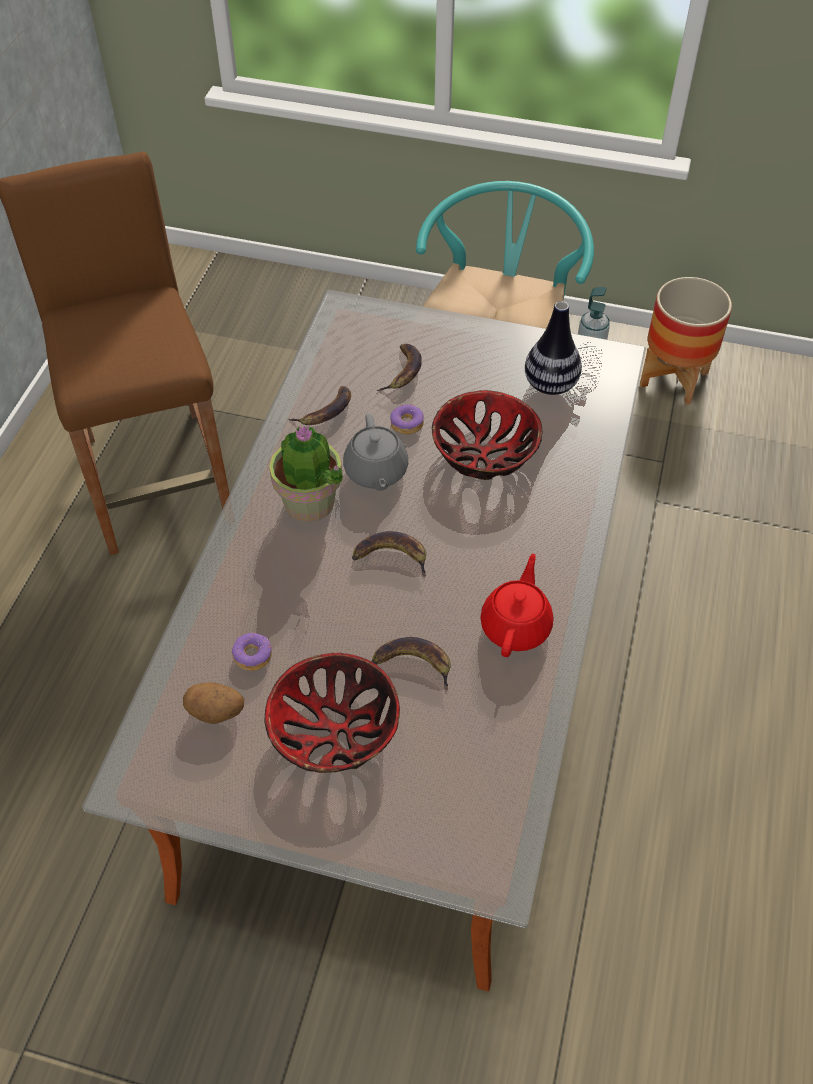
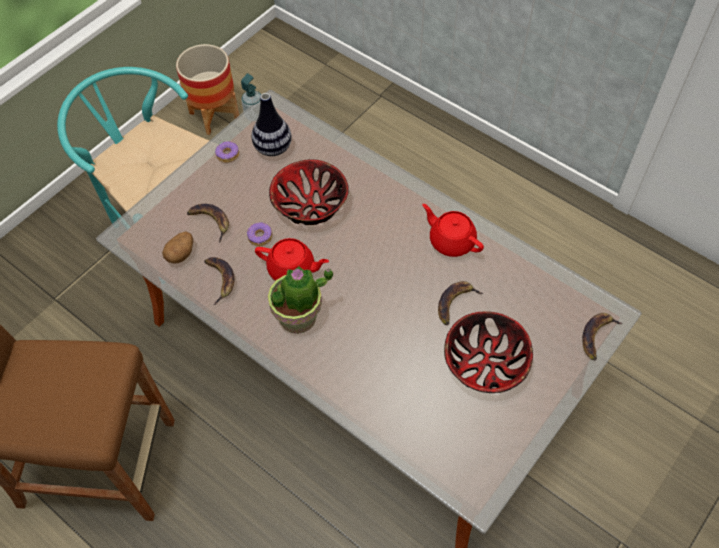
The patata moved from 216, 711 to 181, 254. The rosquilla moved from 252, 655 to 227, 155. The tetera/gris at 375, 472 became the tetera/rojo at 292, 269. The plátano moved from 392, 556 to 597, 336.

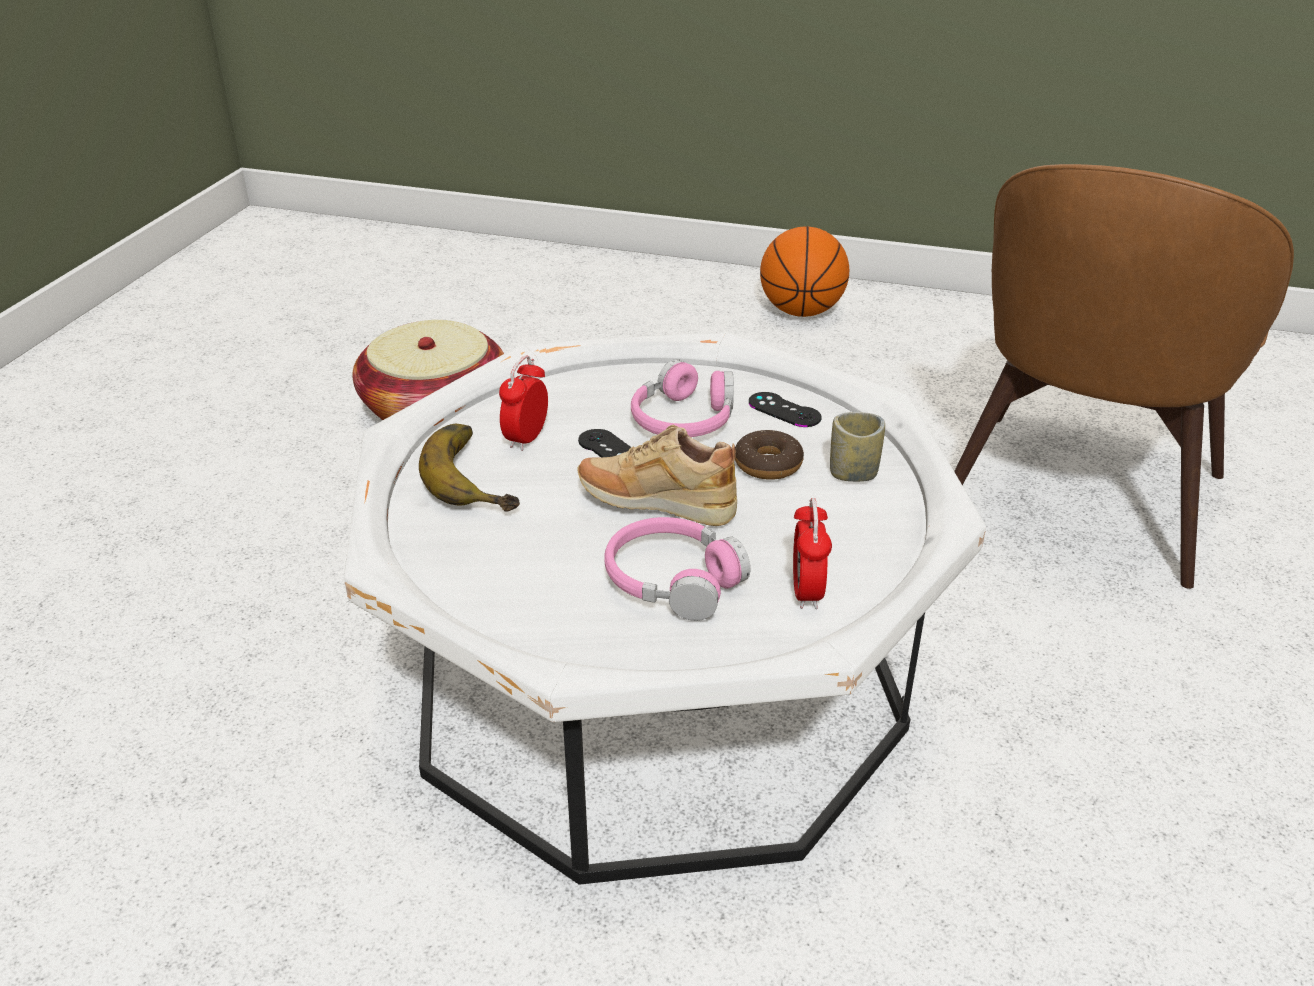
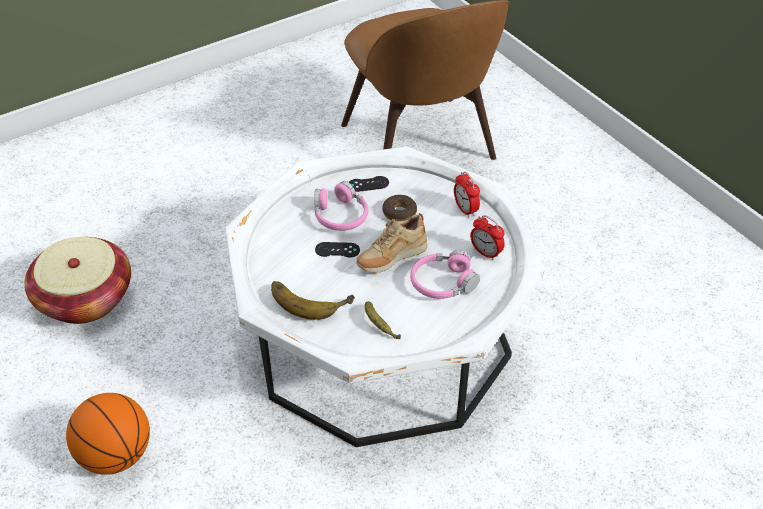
The despertador moved from 526, 438 to 465, 210. The balón de baloncesto moved from 801, 312 to 116, 455. The taza at 853, 473 disappeared. The plátano at 379, 325 appeared.

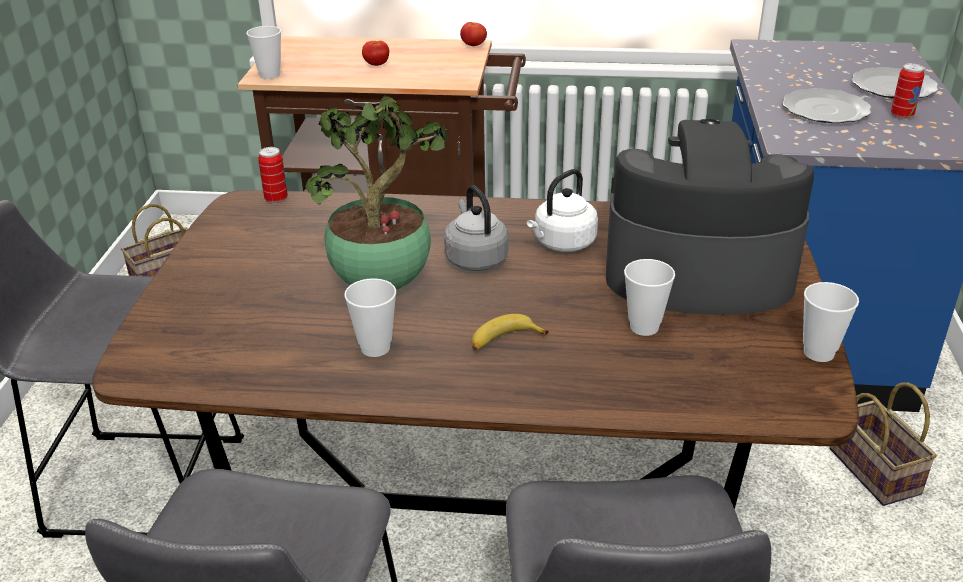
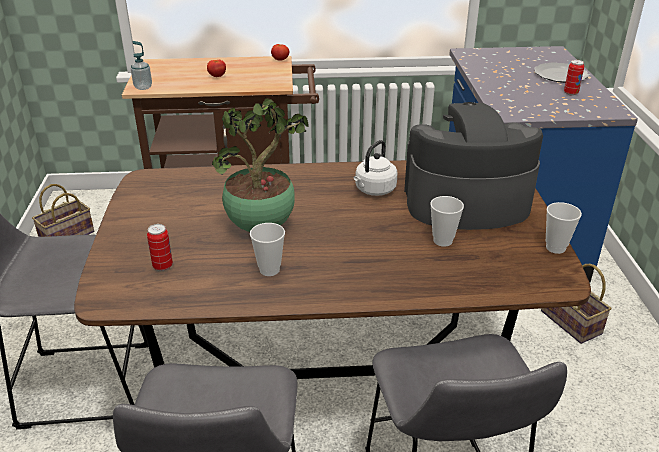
The taza at 269, 75 was replaced by the dispensador de jabón at 143, 87. The lata moved from 276, 199 to 163, 266. The hervidor/gris at 475, 258 disappeared. The plátano at 504, 341 disappeared. The plato at 825, 110 disappeared.

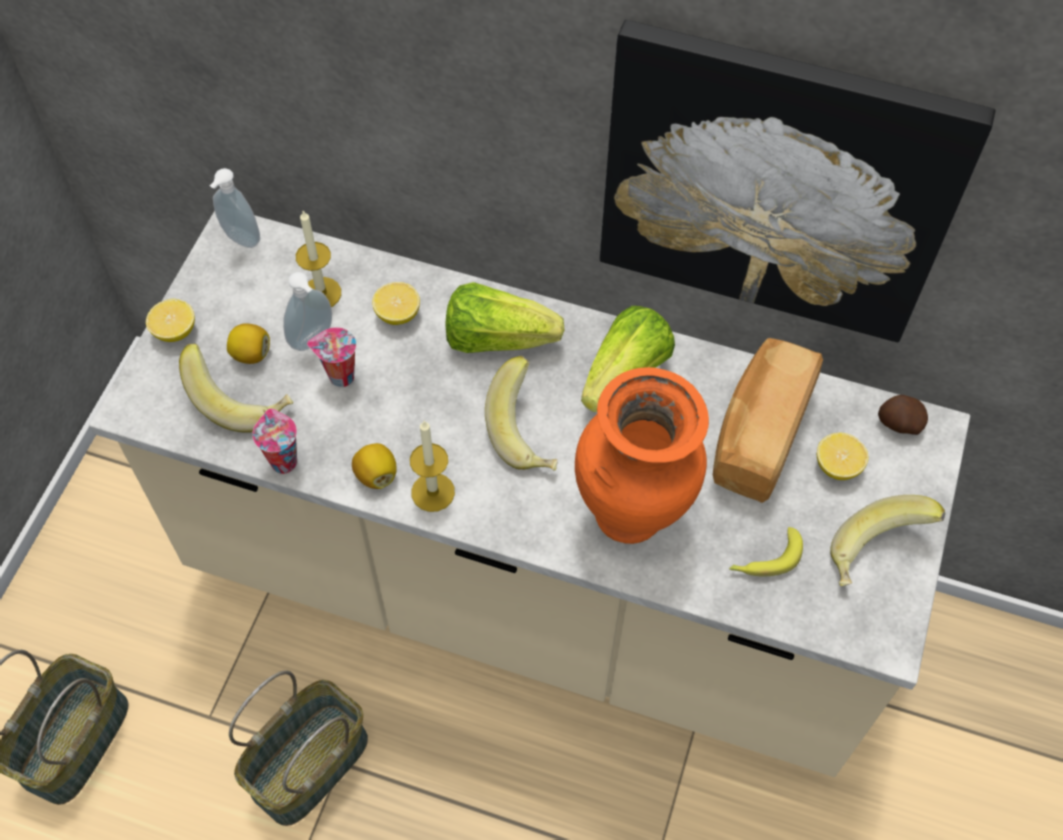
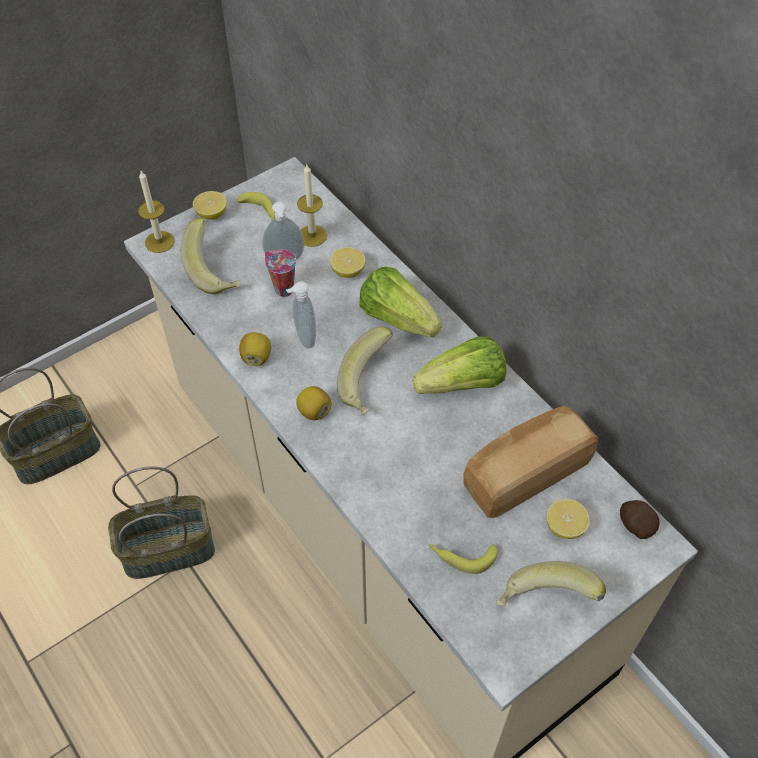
The dispensador de jabón moved from 240, 240 to 304, 338. The limón moved from 251, 354 to 314, 411. The taza at 282, 460 disappeared. The vela moved from 433, 492 to 159, 242. The florero/naranja at 631, 517 disappeared. The cuadro at 776, 185 disappeared. The plátano at 260, 212 appeared.

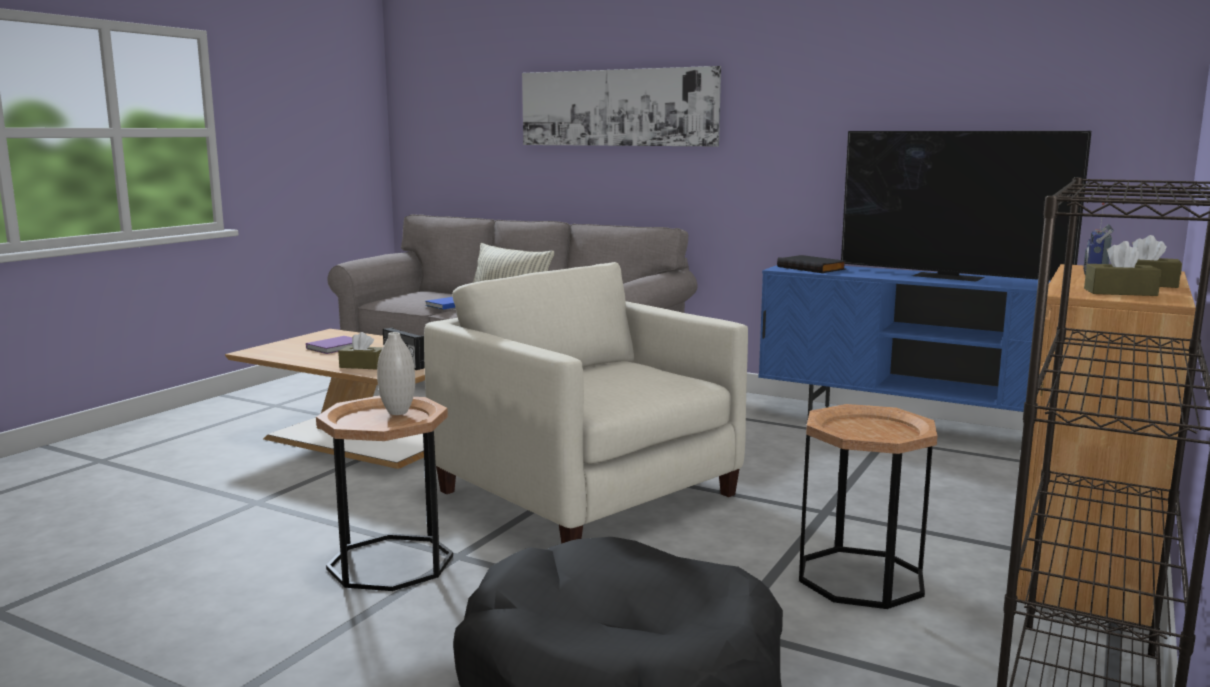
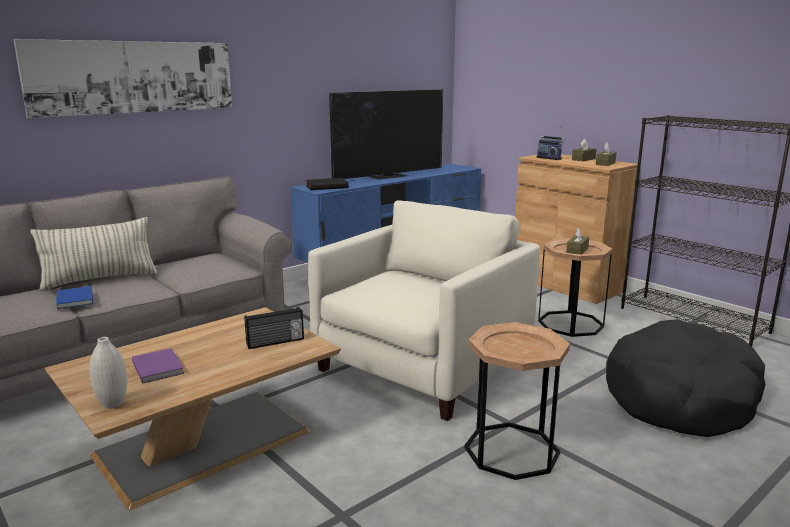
The caja de pañuelos/marrón moved from 362, 366 to 577, 250. The florero/blanco moved from 398, 412 to 113, 404. The sillón/beis at 587, 493 turned 150 degrees clockwise.

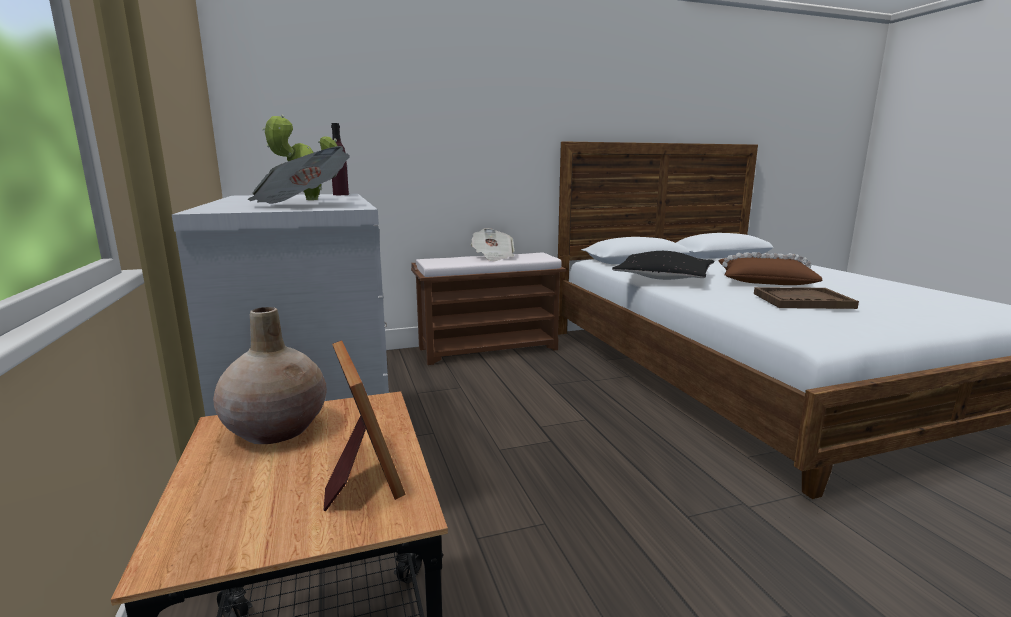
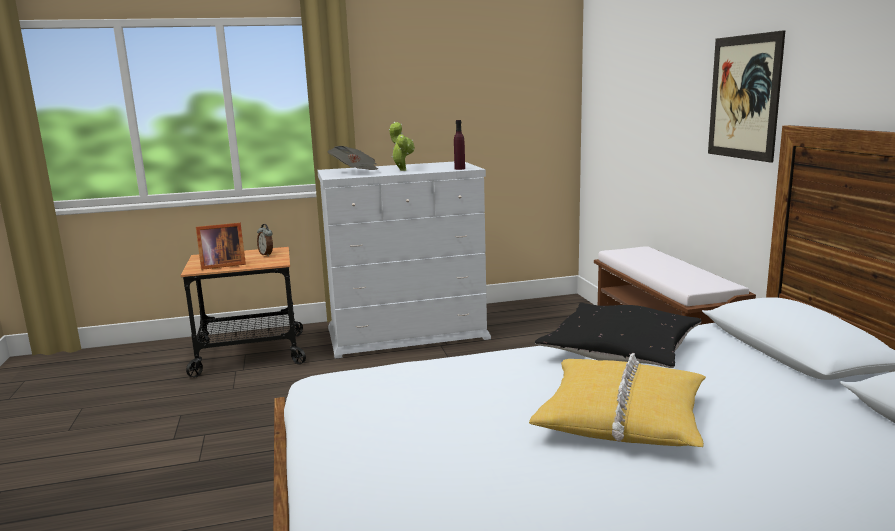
The florero/beis at 277, 429 was replaced by the despertador at 267, 254. The periódico at 493, 257 disappeared. The cojín/marrón at 763, 280 became the cojín/amarillo at 622, 417. The bandeja/marrón at 802, 301 disappeared. The cuadro at 744, 97 appeared.

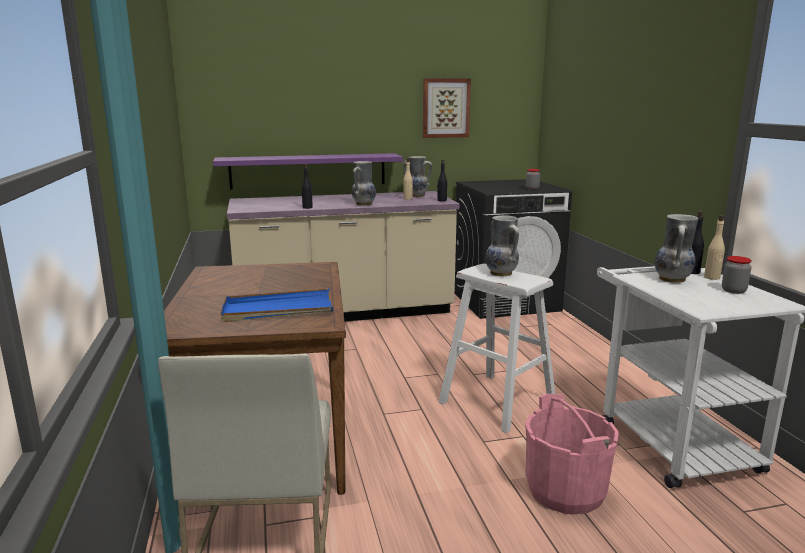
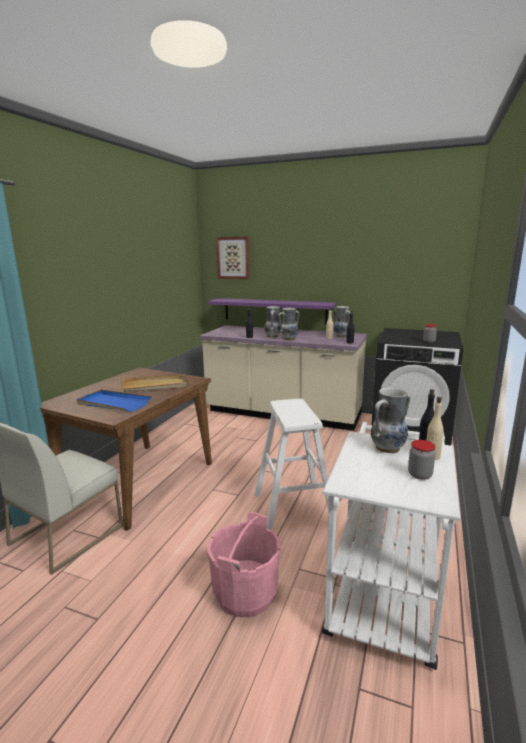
The cuadro moved from 445, 108 to 233, 258. The florero moved from 501, 273 to 273, 336. The bandeja/beis at 155, 386 appeared.

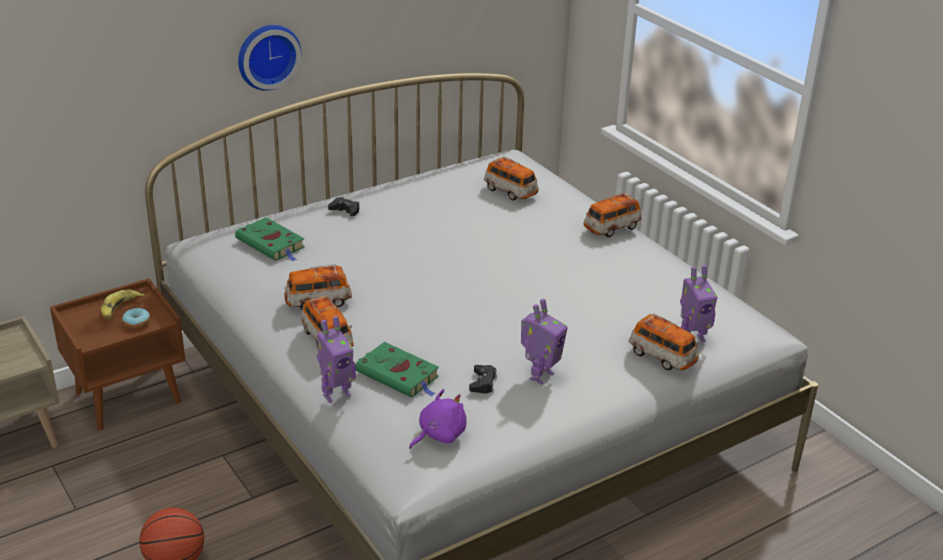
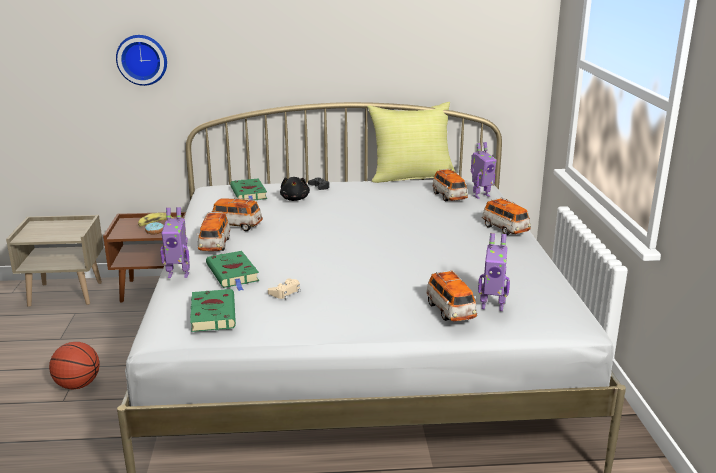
The reloj de pared moved from 267, 55 to 142, 59. The peluche/morado at 439, 435 was replaced by the libro/verde at 212, 313. The mando de consola/negro at 483, 383 became the mando de consola/beis at 285, 292. The robot de juguete moved from 540, 375 to 480, 196. The coche de juguete at 611, 228 turned 120 degrees counterclockwise. The peluche/negro at 295, 199 appeared. The cojín/amarillo at 412, 177 appeared.

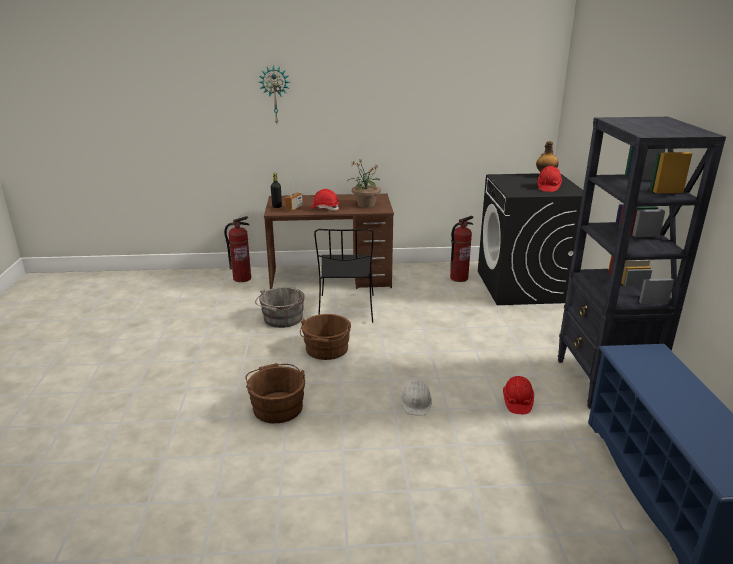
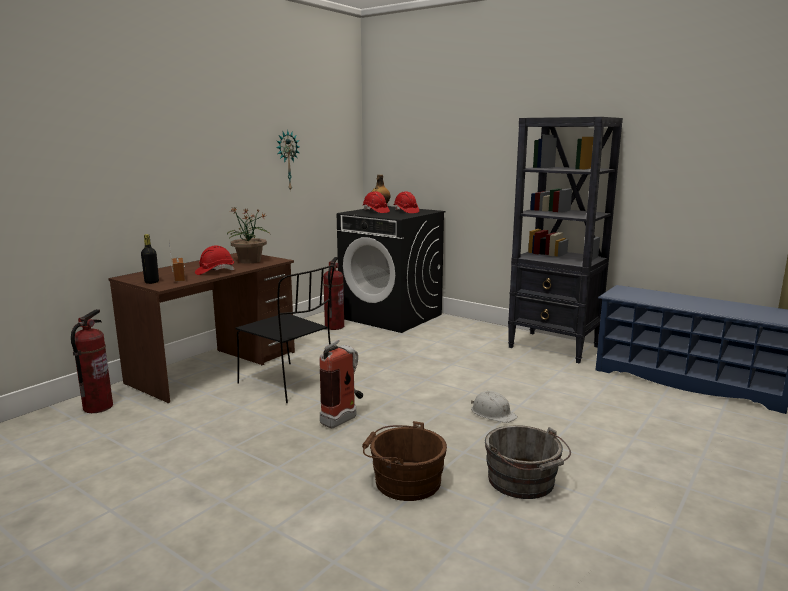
The cubo/gris moved from 282, 319 to 523, 482. The reloj de pared moved from 275, 95 to 287, 160. The cubo/marrón at 326, 350 was replaced by the extintor at 344, 418. The casco/rojo moved from 517, 402 to 375, 211.

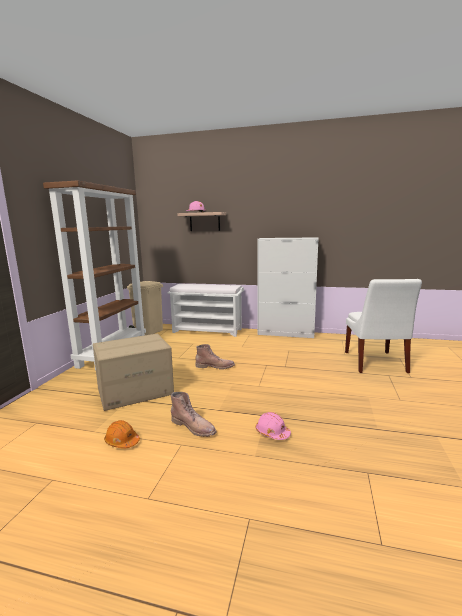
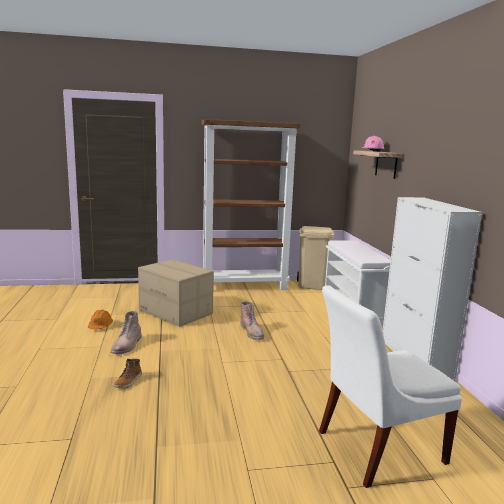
The casco/rosa at 272, 433 was replaced by the bota at 128, 381.

